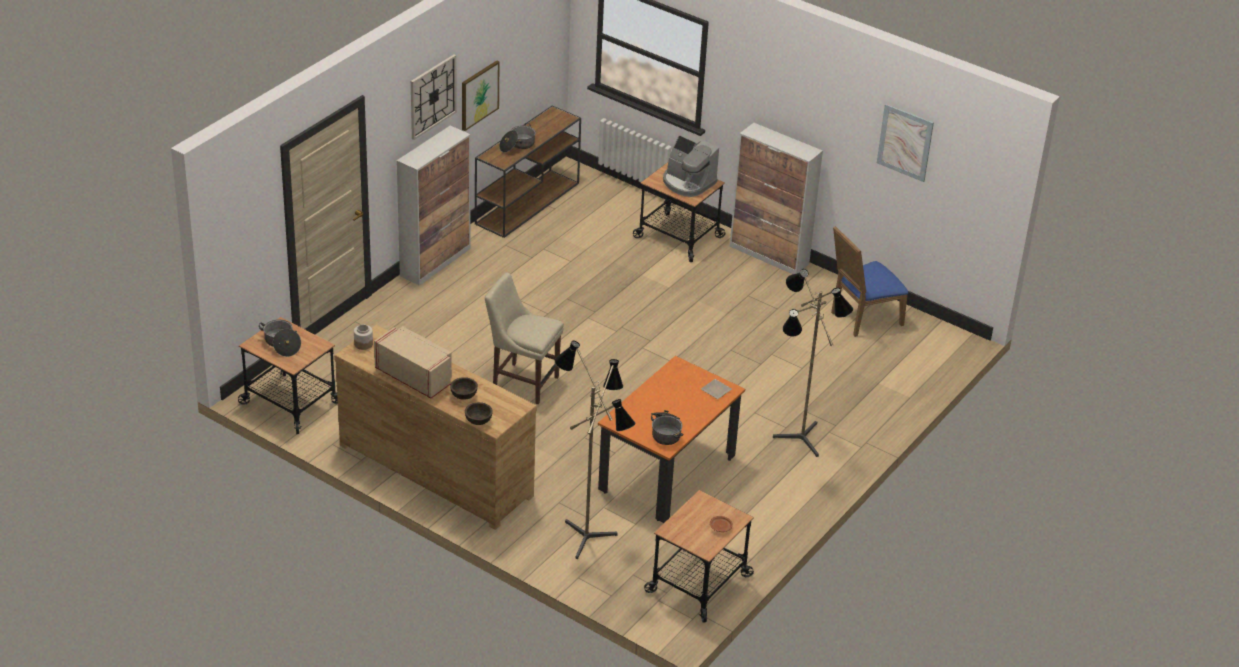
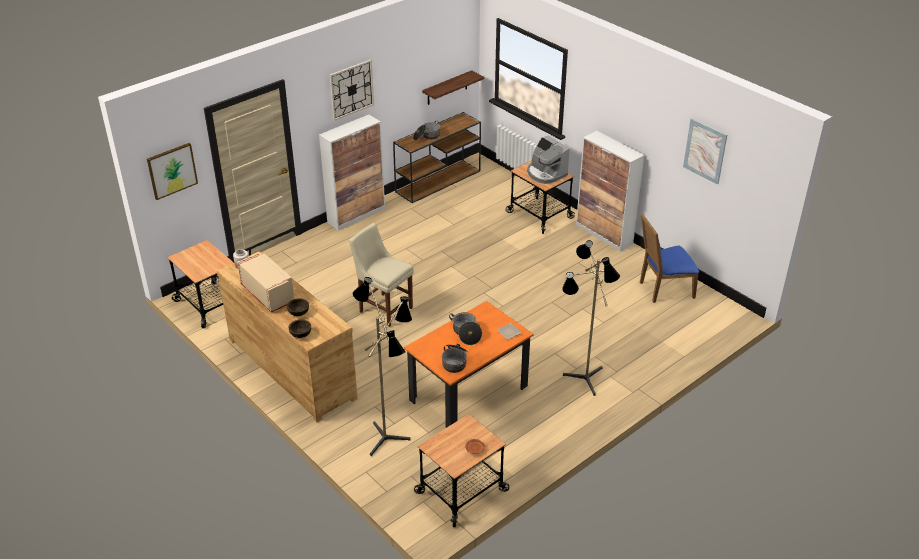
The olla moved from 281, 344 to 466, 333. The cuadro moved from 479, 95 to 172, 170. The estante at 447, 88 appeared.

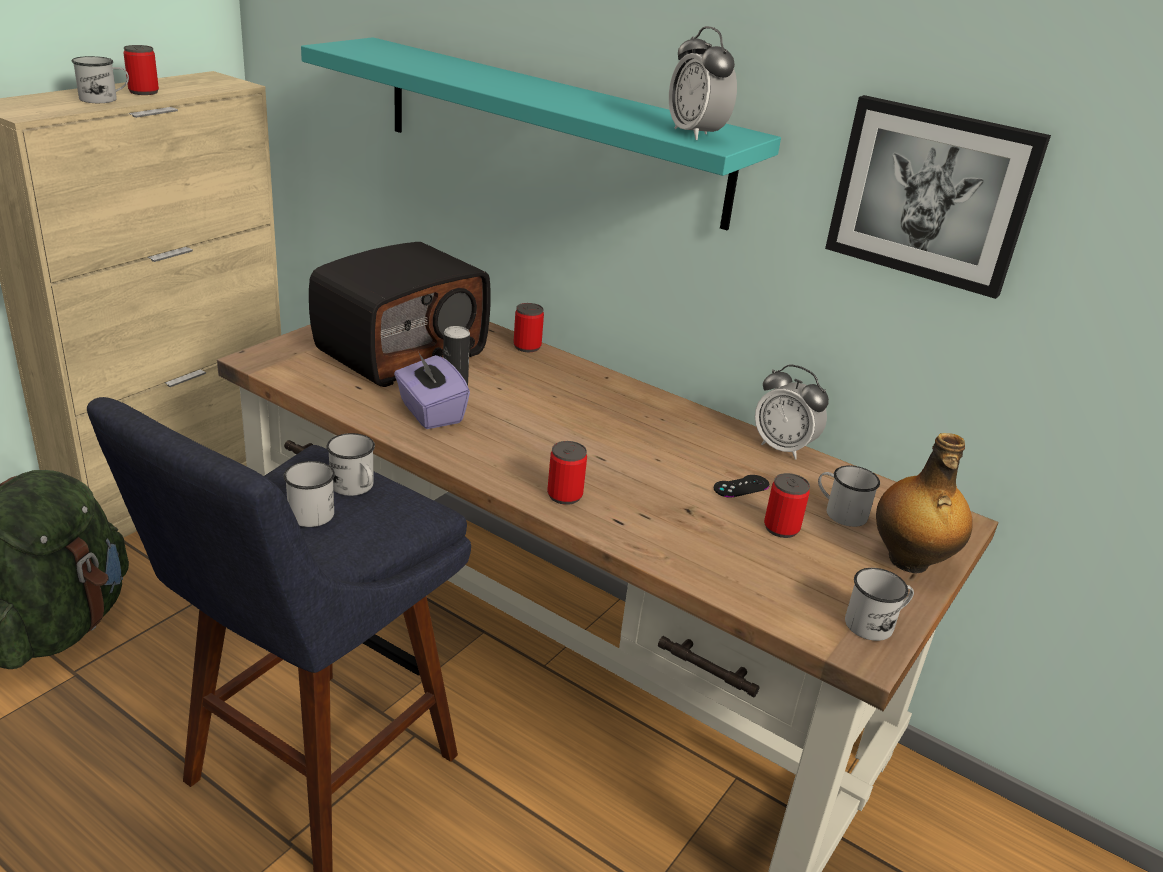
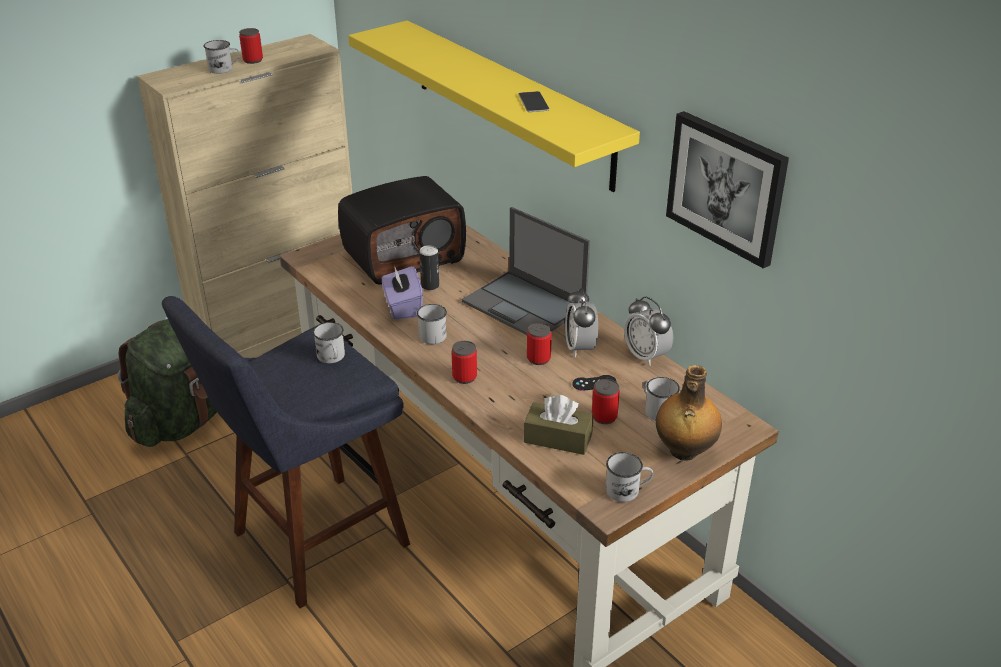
The taza grande/blanco moved from 309, 510 to 432, 334. The estante/turquesa at 550, 129 became the estante/amarillo at 510, 102. The lata moved from 527, 347 to 538, 358. The despertador moved from 696, 134 to 580, 348. The portátil at 525, 305 appeared. The móvil at 533, 102 appeared. The caja de pañuelos/marrón at 558, 438 appeared.

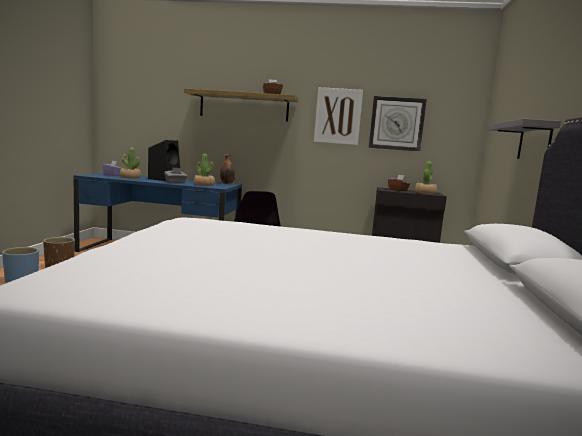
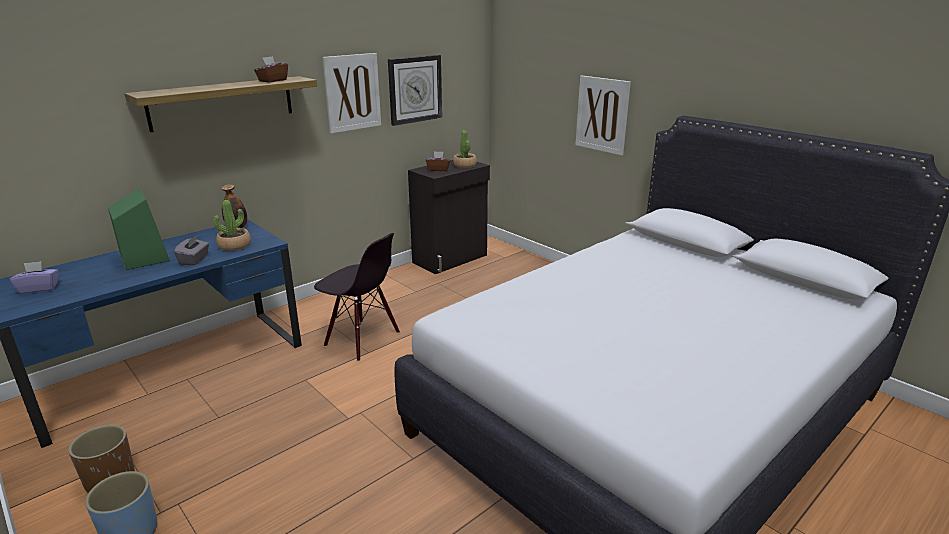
The planta en maceta at 130, 177 disappeared. The altavoz/negro at 165, 179 became the altavoz/verde at 144, 258. The estante/gris at 534, 141 was replaced by the cuadro at 602, 114.

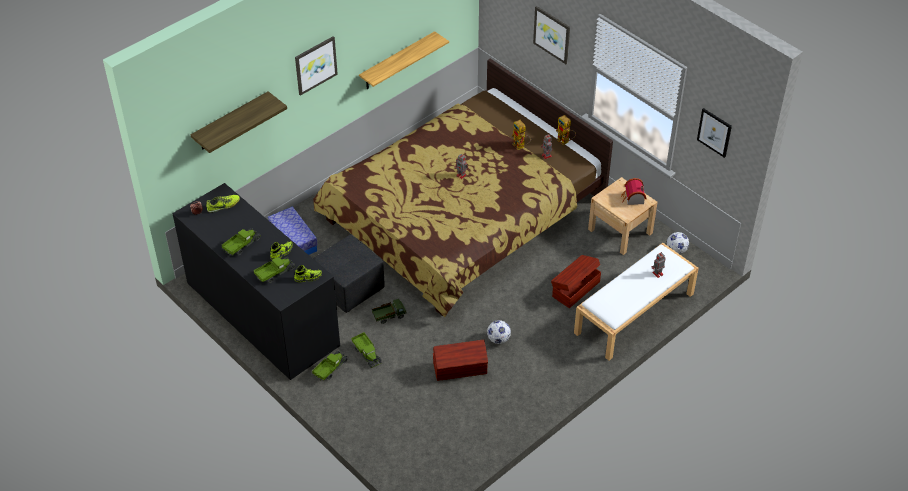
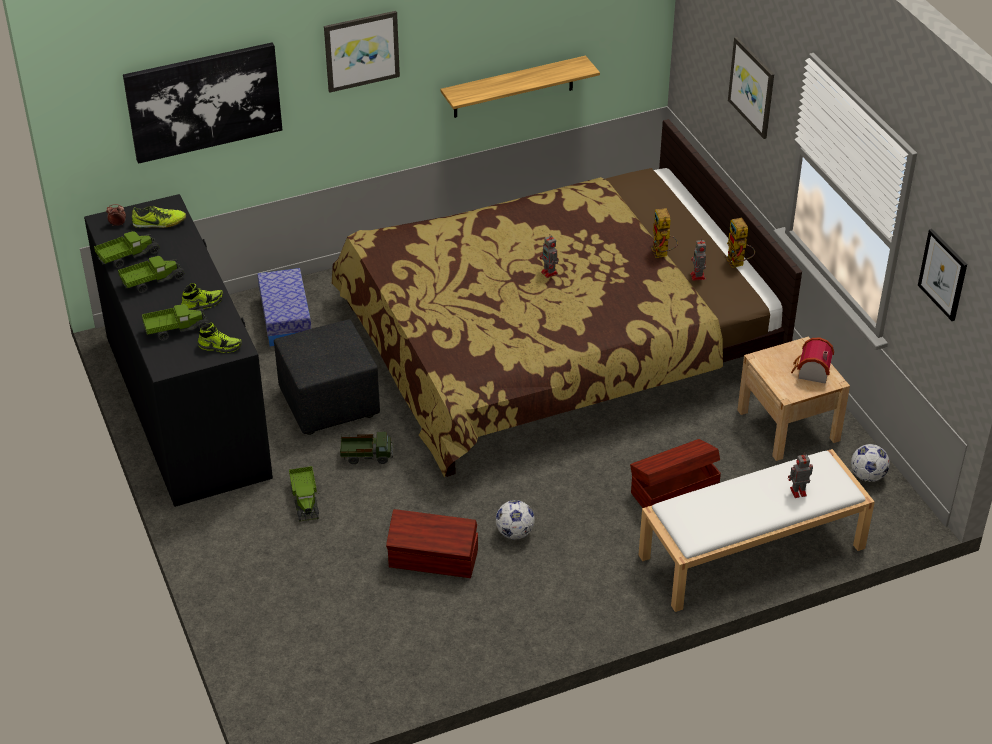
The estante at 231, 122 was replaced by the cuadro at 204, 101. The camión de juguete moved from 330, 369 to 128, 256.

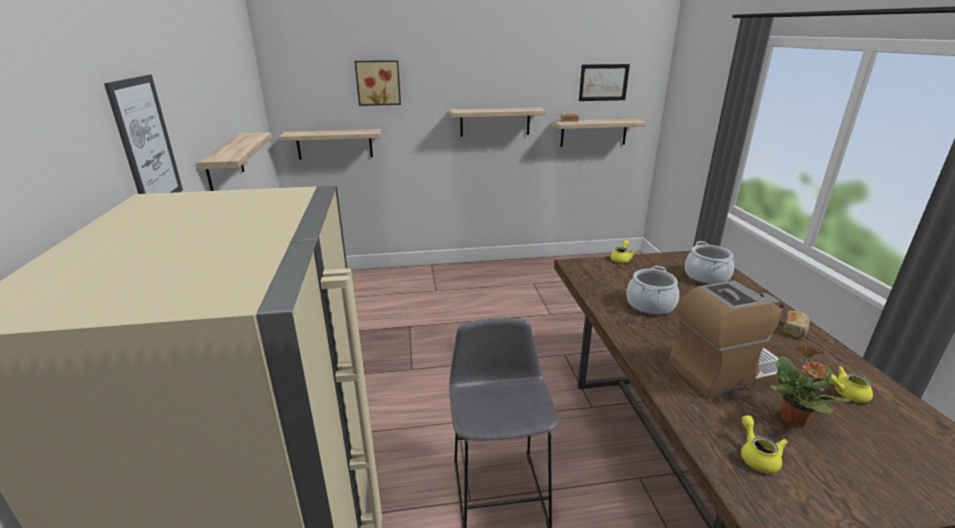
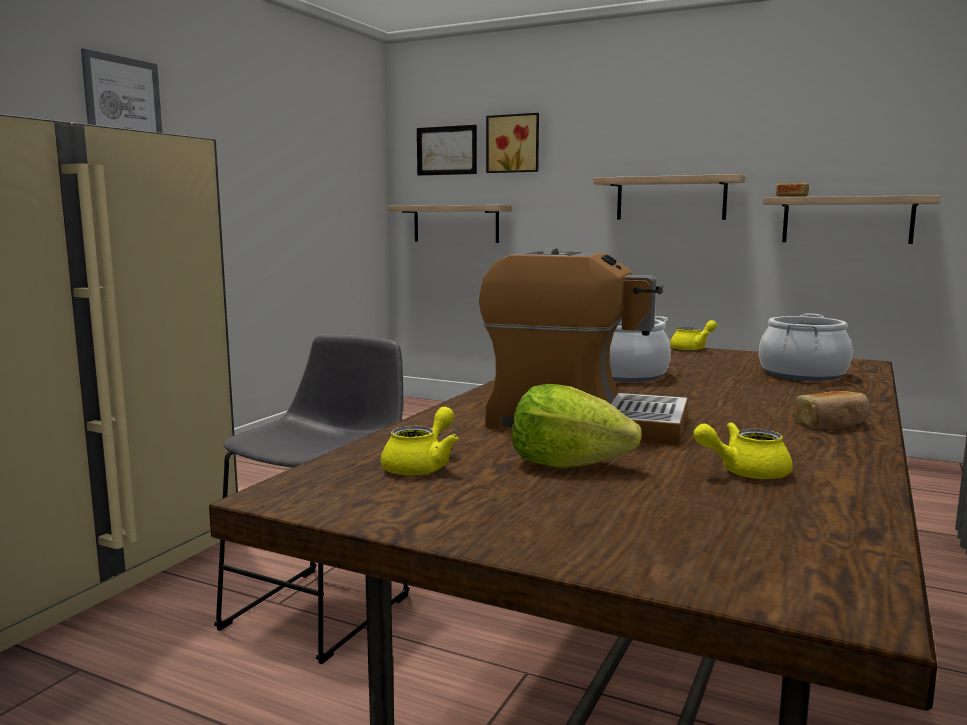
The estante at 225, 165 disappeared. The cuadro moved from 603, 82 to 446, 150. The planta en maceta at 793, 419 was replaced by the lechuga at 568, 464. The tetera/amarillo at 845, 393 turned 45 degrees counterclockwise.

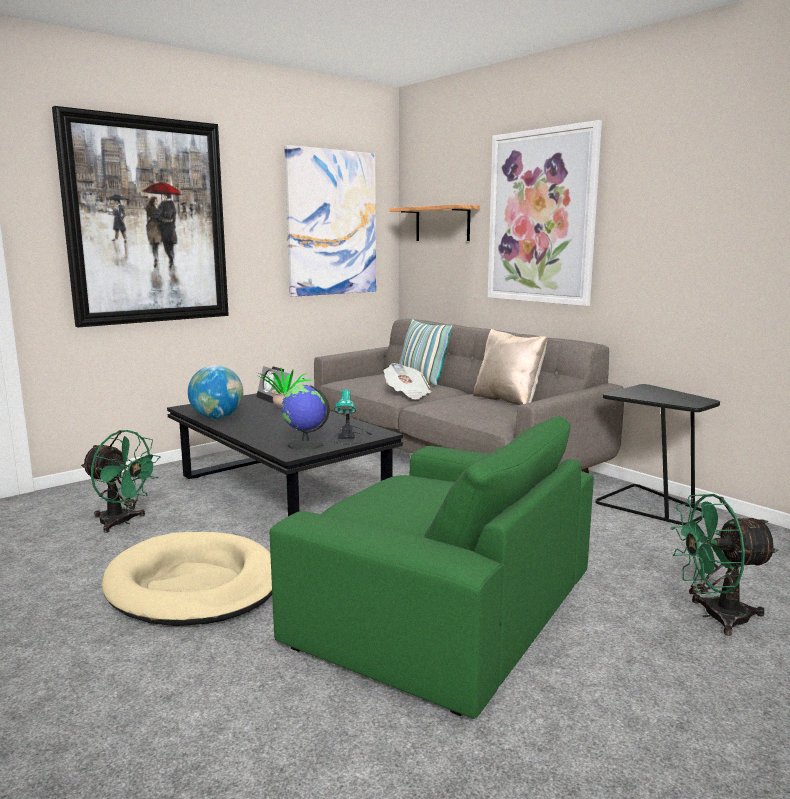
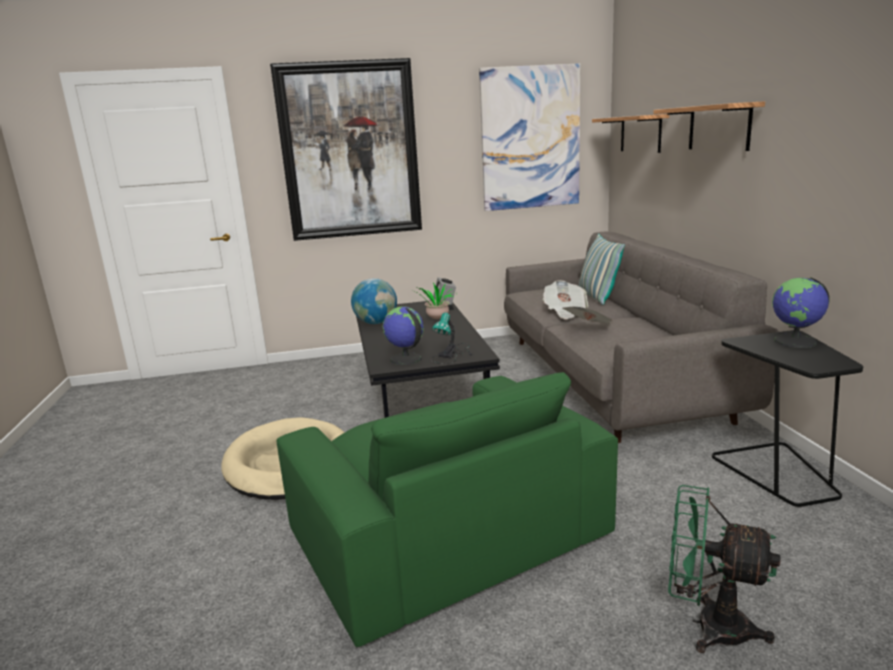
The ventilador/verde at 122, 522 disappeared. The cojín/beis at 508, 400 disappeared. The cuadro at 541, 217 was replaced by the estante at 719, 127. The periódico at 589, 329 appeared. The globo terráqueo at 795, 341 appeared.

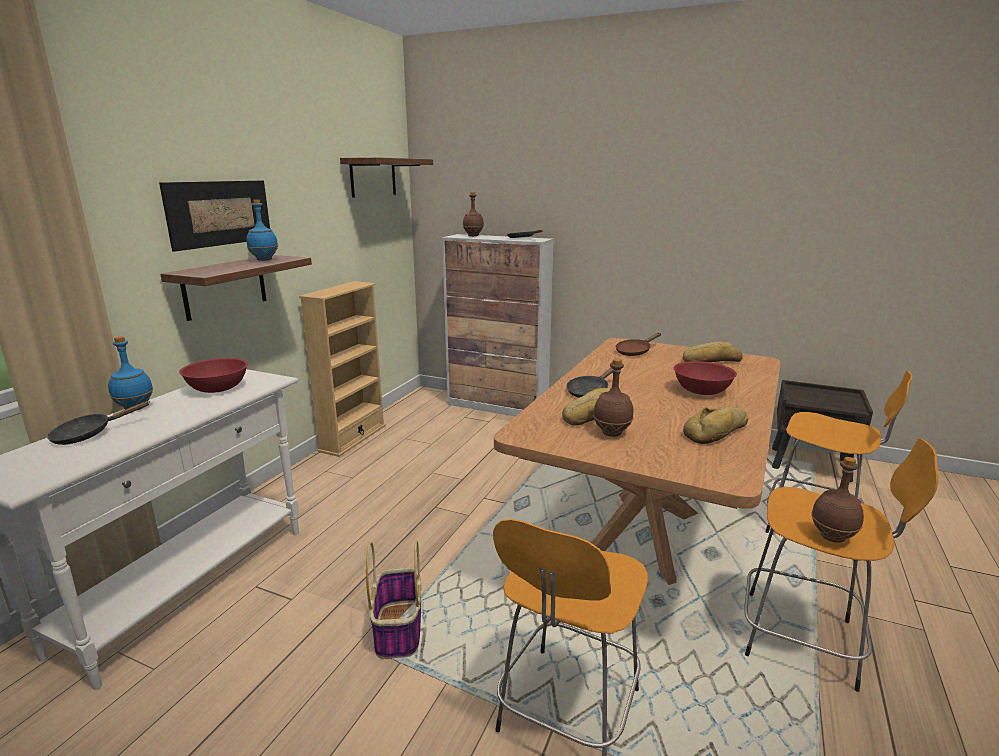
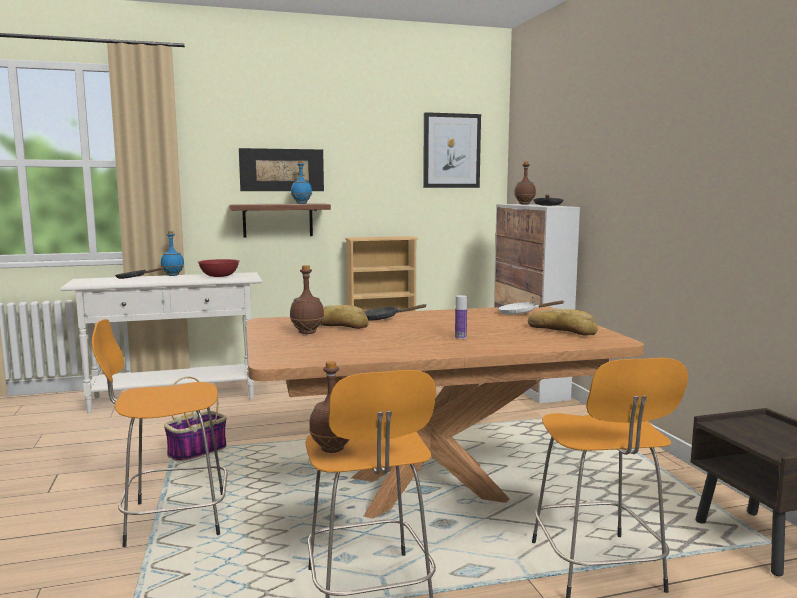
The estante at 373, 177 was replaced by the cuadro at 451, 151. The sartén/marrón at 635, 351 became the sartén/blanco at 521, 314. The cuenco/rojo at 702, 391 was replaced by the botella at 460, 337. The pan at 718, 432 disappeared.

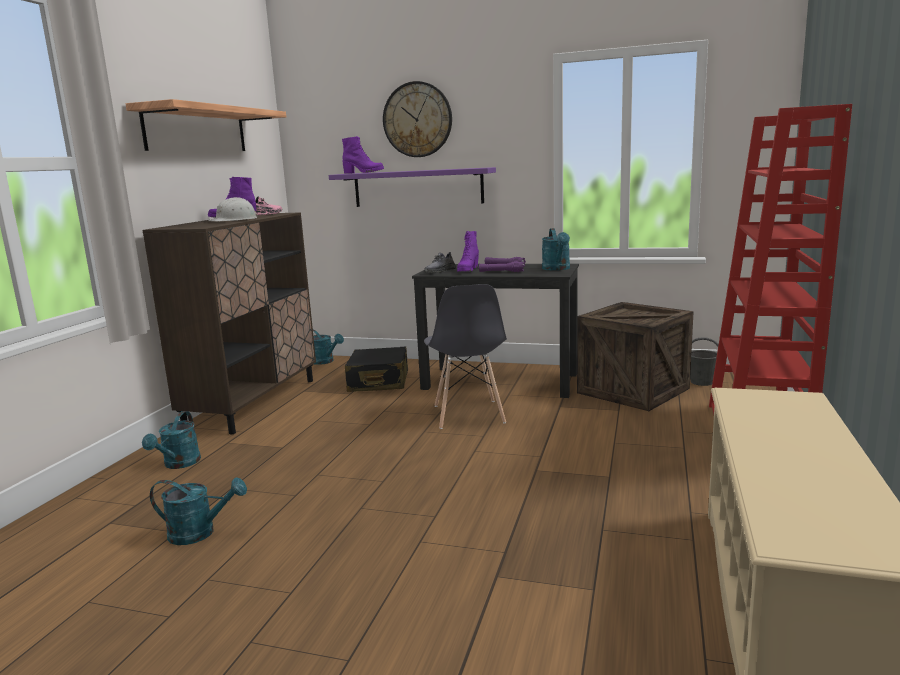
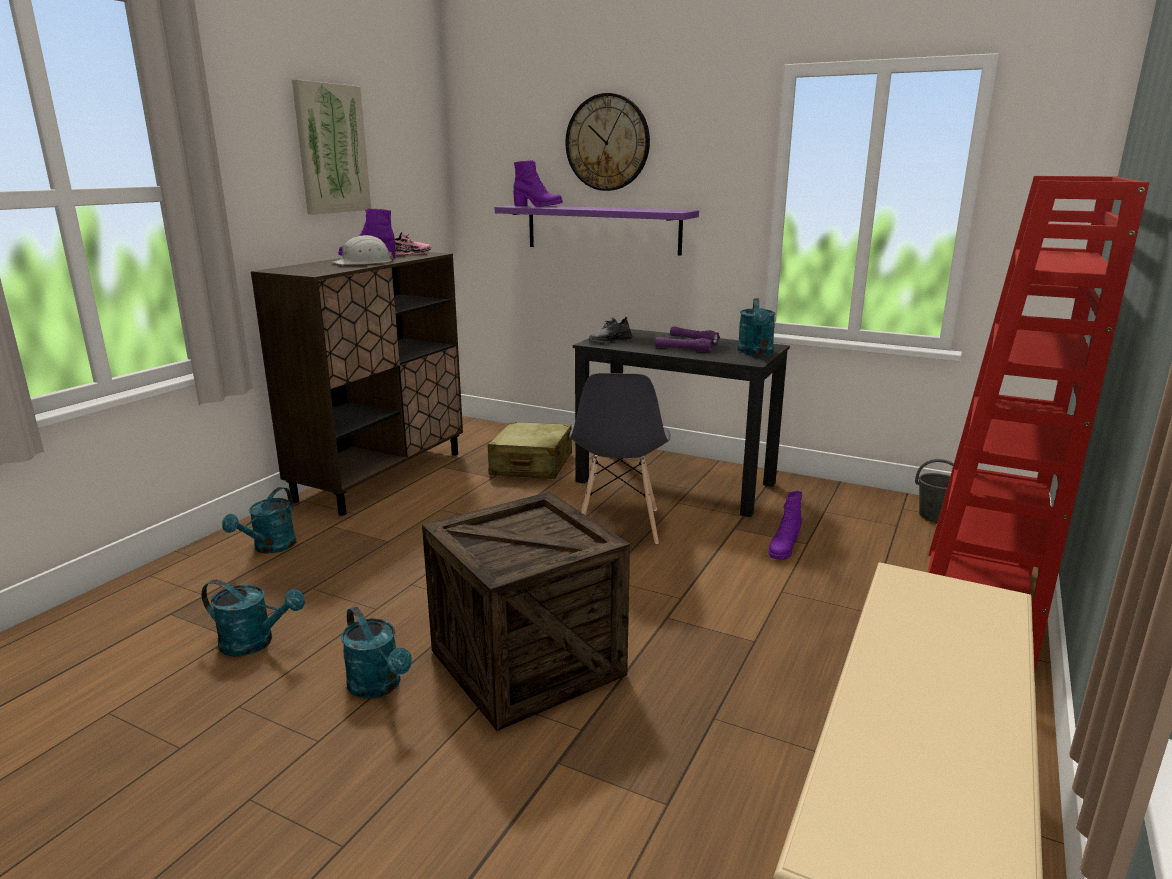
The estante at 197, 130 was replaced by the cuadro at 331, 149. The regadera/turquesa moved from 325, 362 to 379, 687. The maleta/negro at 378, 382 became the maleta/beis at 531, 465. The bota/morado moved from 468, 270 to 783, 549. The caja de embalaje moved from 633, 390 to 527, 662.

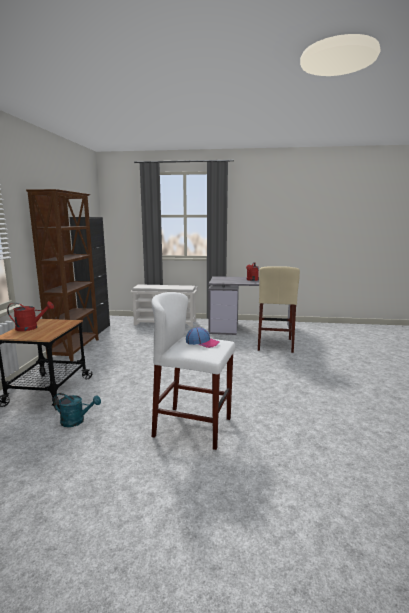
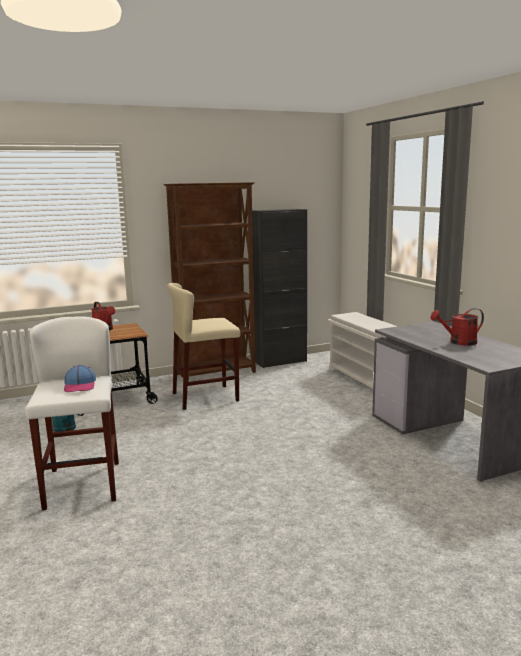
The taburete/beis moved from 275, 344 to 205, 397.

